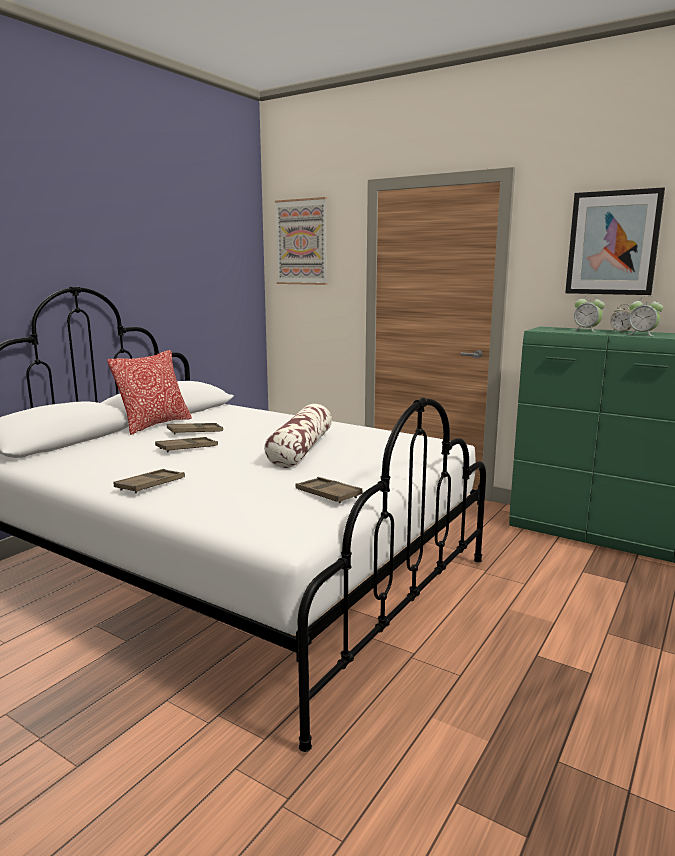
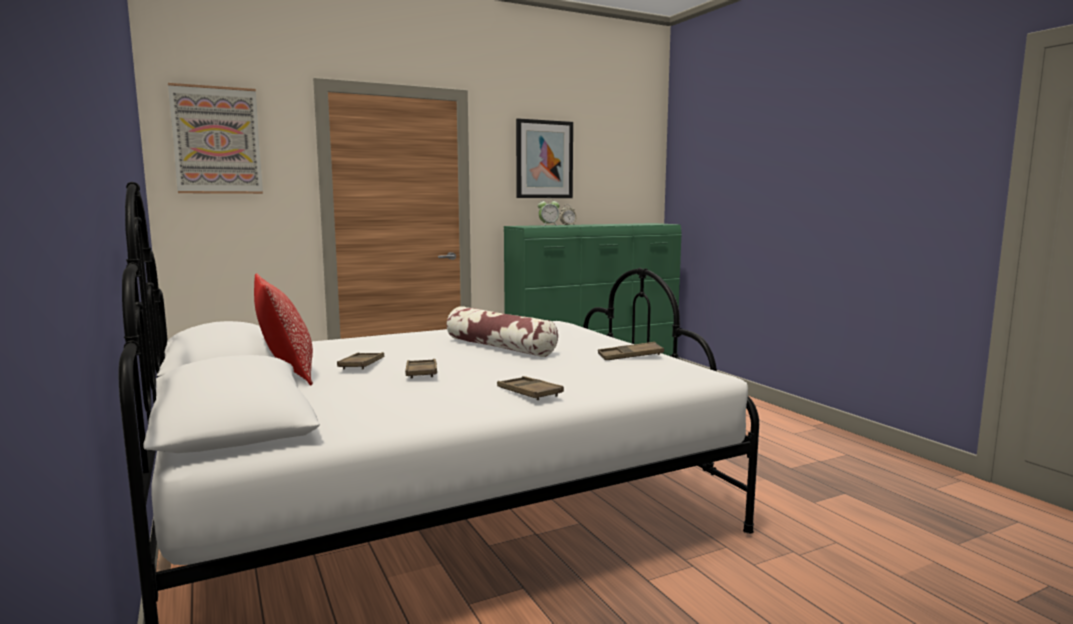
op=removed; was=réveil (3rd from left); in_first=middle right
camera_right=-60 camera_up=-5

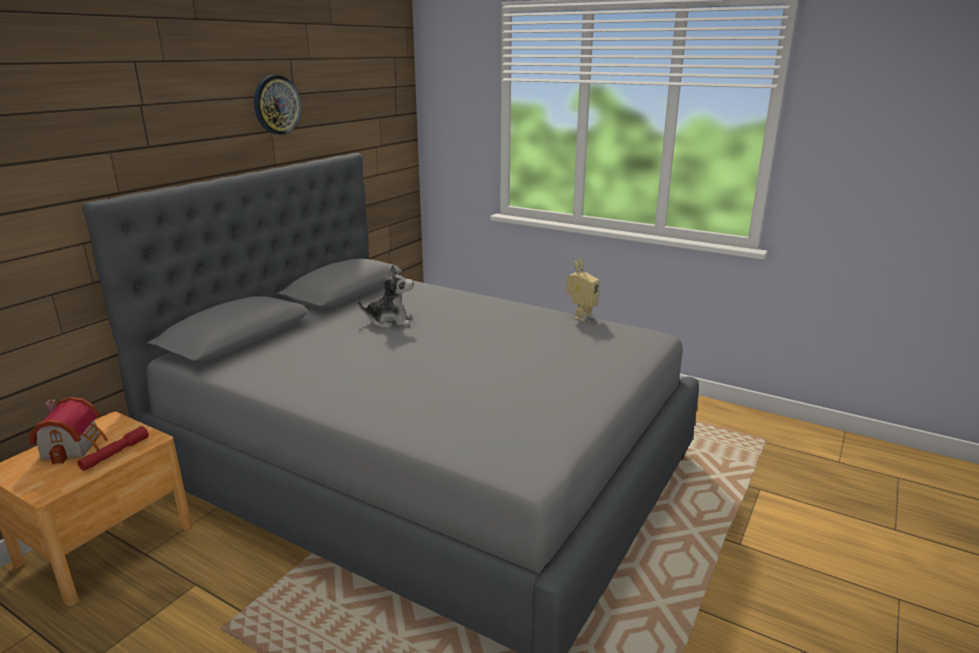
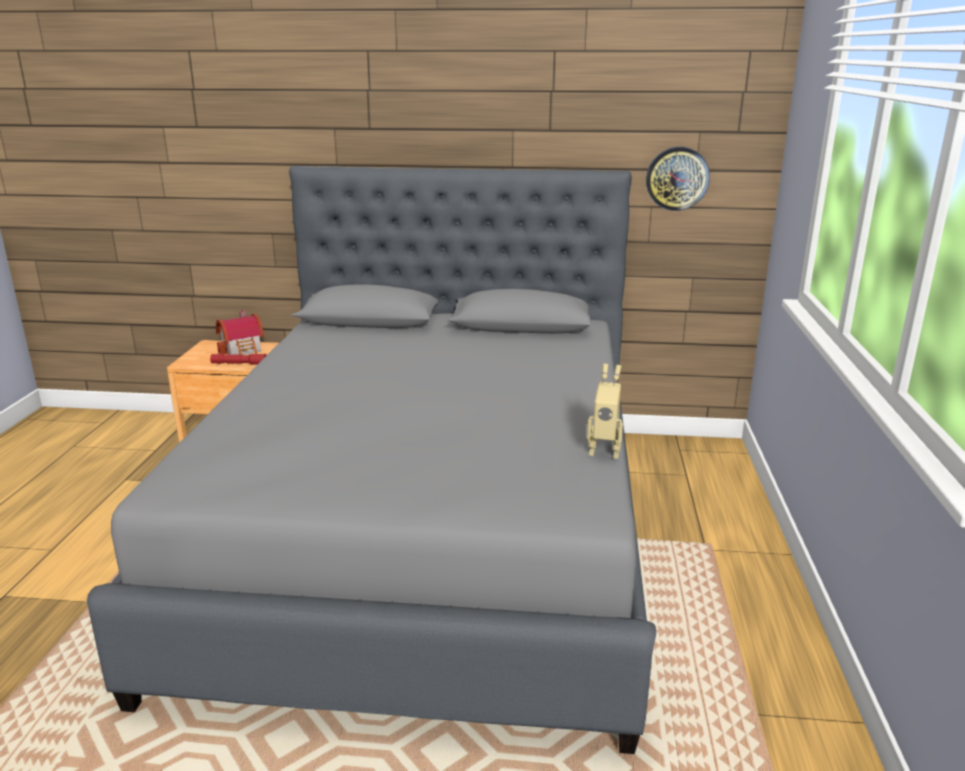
op=moved; was=horloge murale; in_first=top left; in_second=top right
op=removed; was=peluche; in_first=centre
camera_right=65 camera_up=0

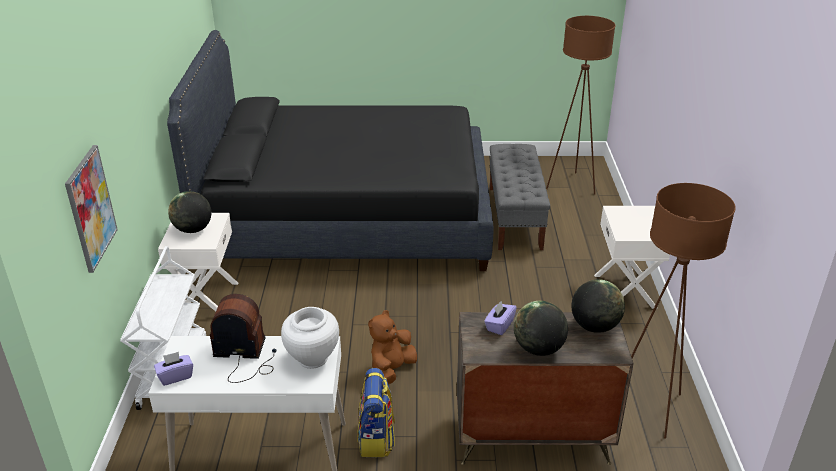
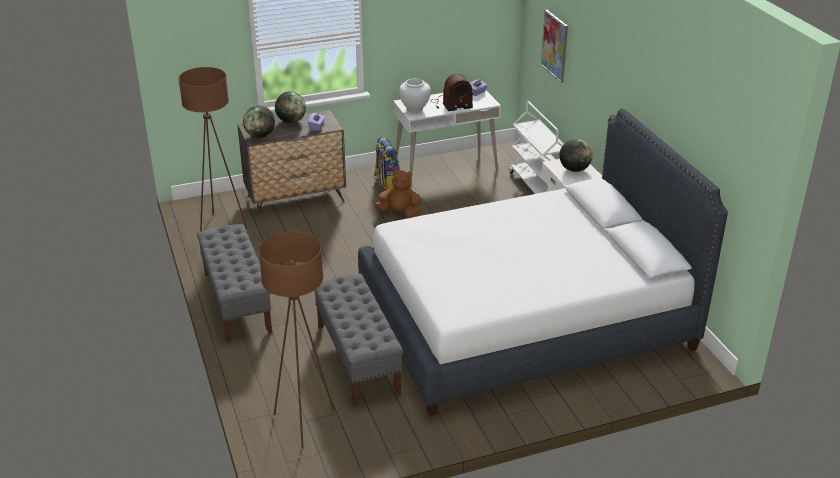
op=recoloured; was=lit (noir); now=lit (blanc); in_first=top centre; in_second=centre
op=turned; was=peluche (marron); in_first=bottom centre; in_second=centre; clockwise=-90
op=replaced; was=table de chevet (blanc) (2nd from left); now=banc (gris) (1st from left); in_first=middle right; in_second=middle left
camera_right=160 camera_up=0

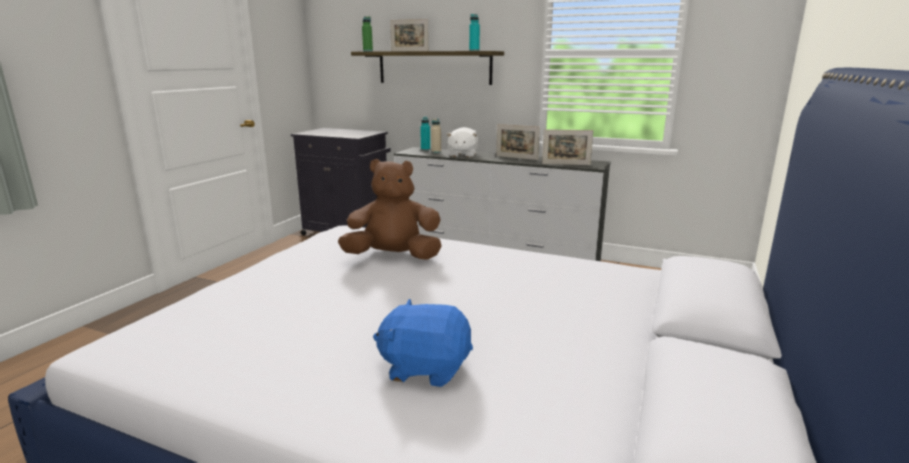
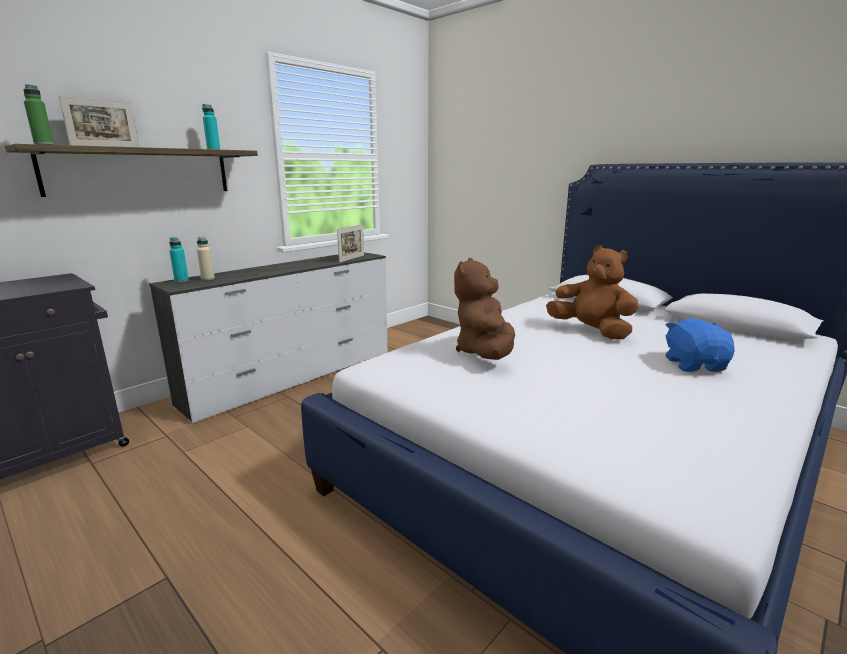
op=turned; was=peluche (bleu); in_first=bottom centre; in_second=middle right; clockwise=150
op=removed; was=peluche (blanc); in_first=top centre
op=removed; was=cadre photo (2nd from left); in_first=top centre
op=added; now=peluche (marron) (2nd from left); in_second=middle right
camera_right=-70 camera_up=0

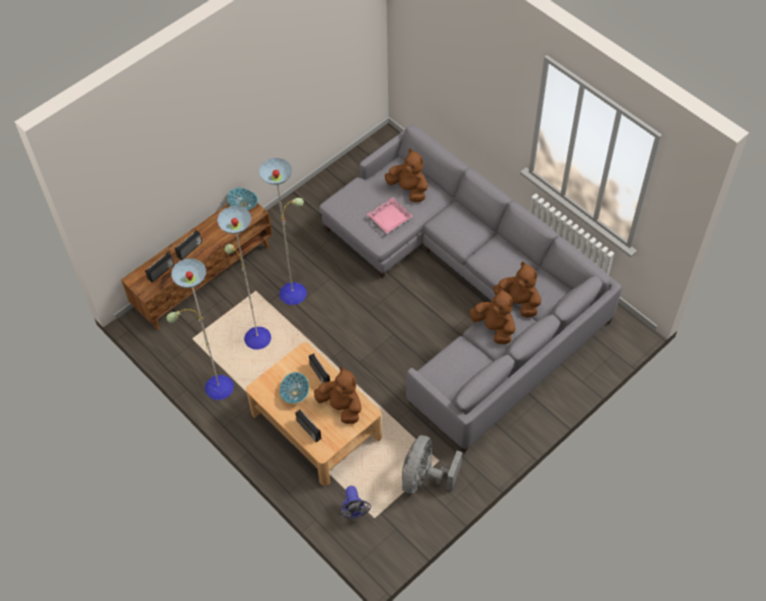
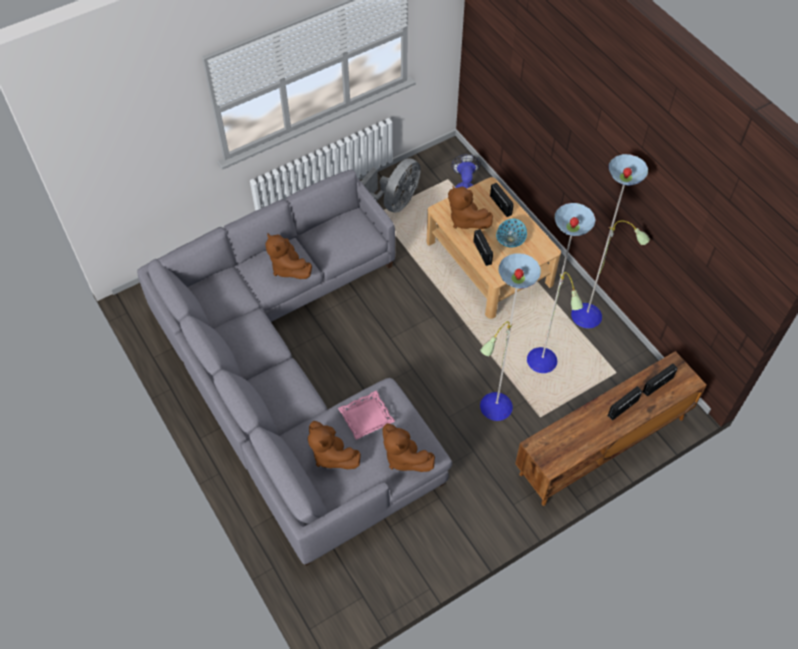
op=removed; was=bol (1st from left); in_first=top left
op=moved; was=peluche (marron) (4th from left in the first image); now=peluche (marron) (3rd from left); in_first=middle right; in_second=bottom centre
camera_right=-170 camera_up=0

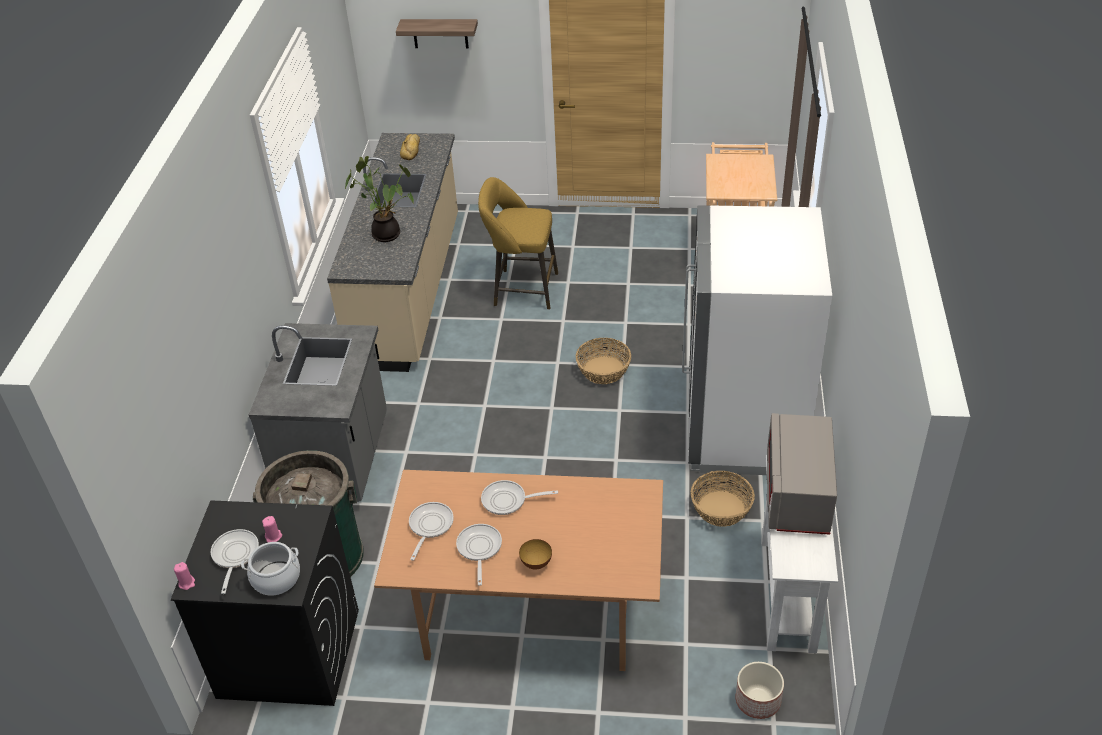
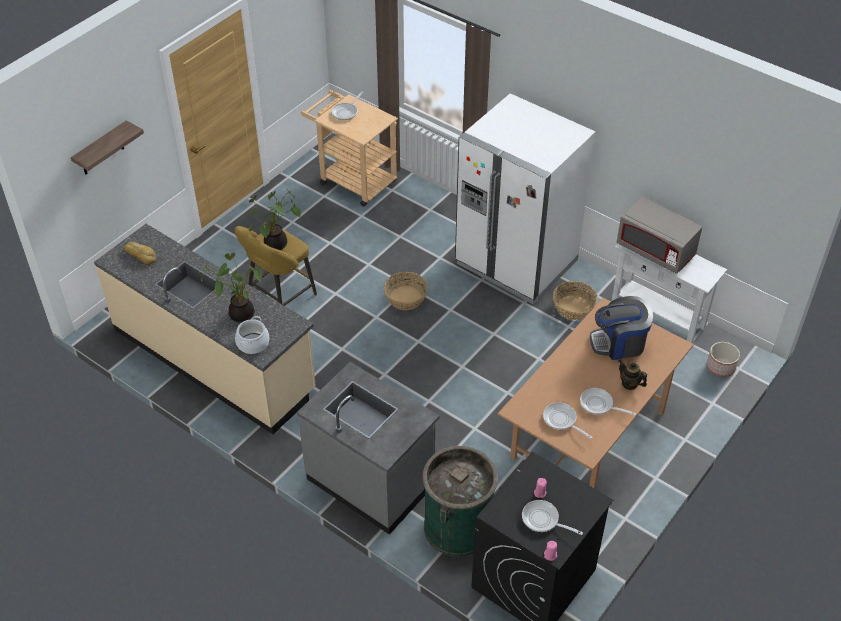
op=moved; was=marmite; in_first=bottom left; in_second=middle left
op=moved; was=poêle (4th from left in the first image); now=poêle (1st from left); in_first=bottom centre; in_second=top centre
op=replaced; was=bol; now=théière; in_first=bottom centre; in_second=middle right
op=added; now=plante en pot (2nd from left); in_second=middle left
op=added; now=machine à café; in_second=middle right
camera_right=-60 camera_up=5

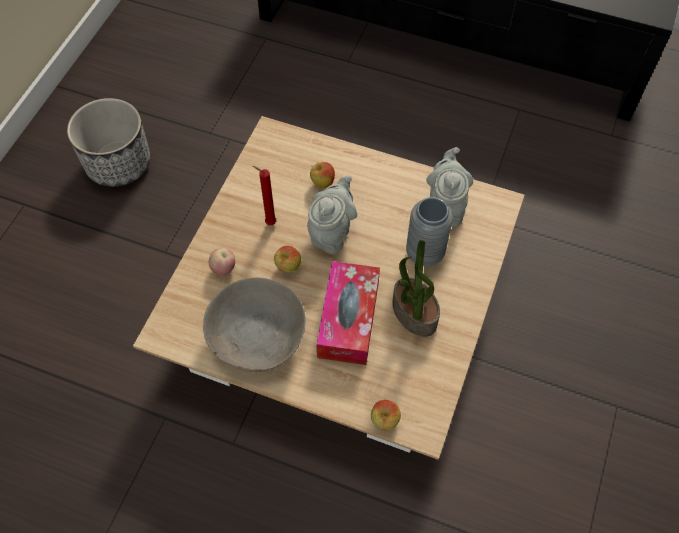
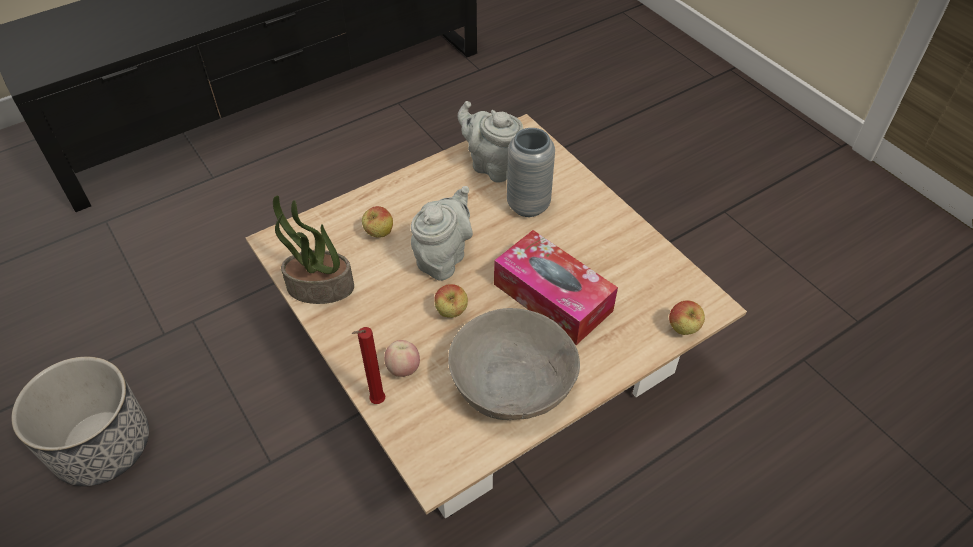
op=moved; was=bougie (rouge); in_first=centre; in_second=bottom centre
op=turned; was=théière (gris) (1st from left); in_first=centre; in_second=centre; clockwise=60
op=moved; was=plante en pot; in_first=centre; in_second=middle left
camera_right=-55 camera_up=-10

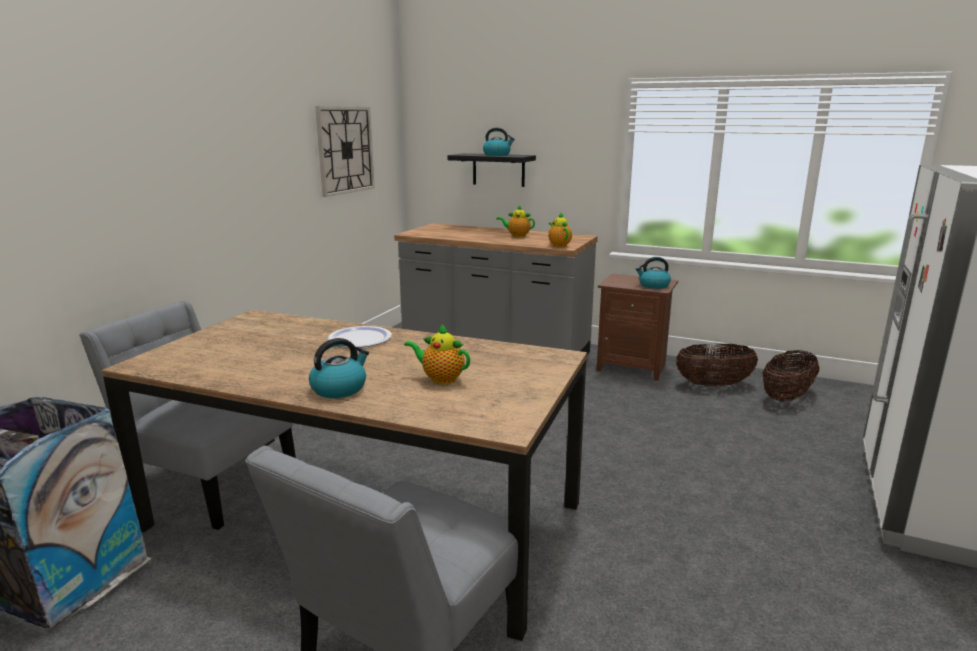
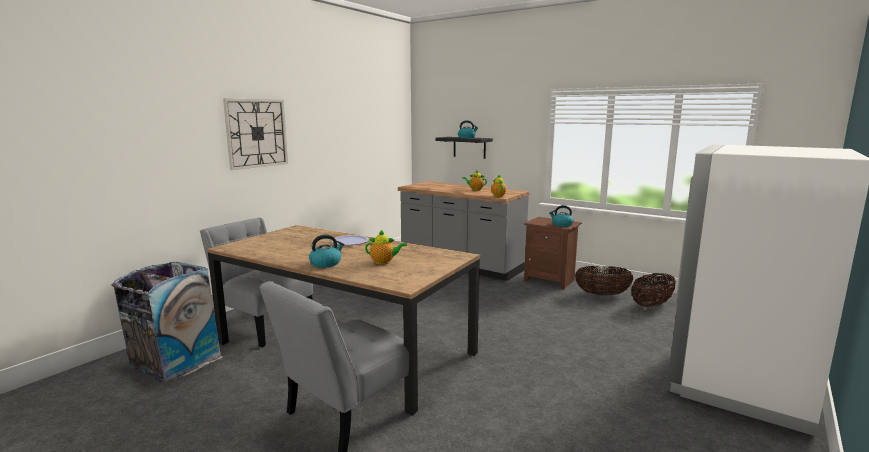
op=moved; was=horloge murale; in_first=top centre; in_second=top left
op=turned; was=théière (1st from left); in_first=centre; in_second=centre; clockwise=150
camera_right=10 camera_up=-5

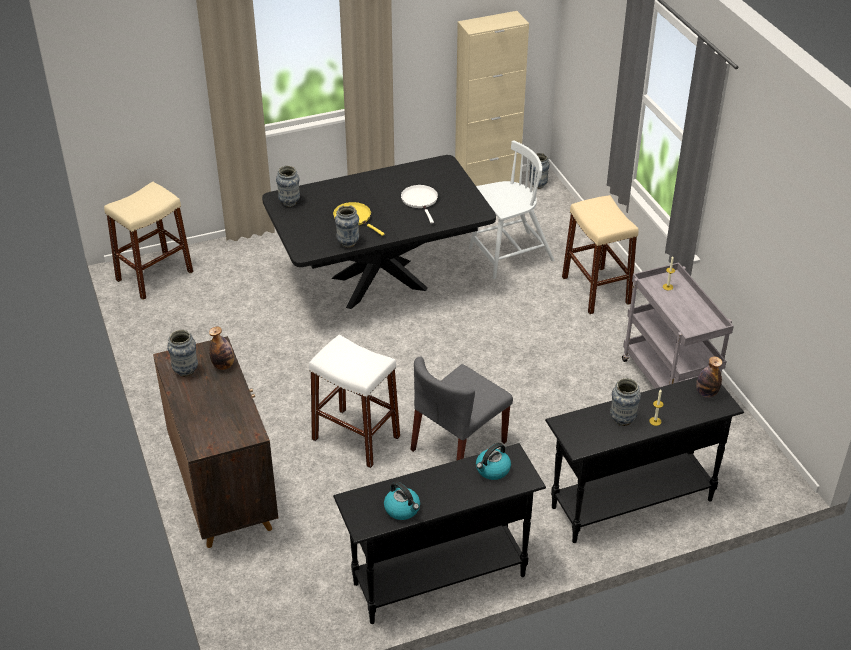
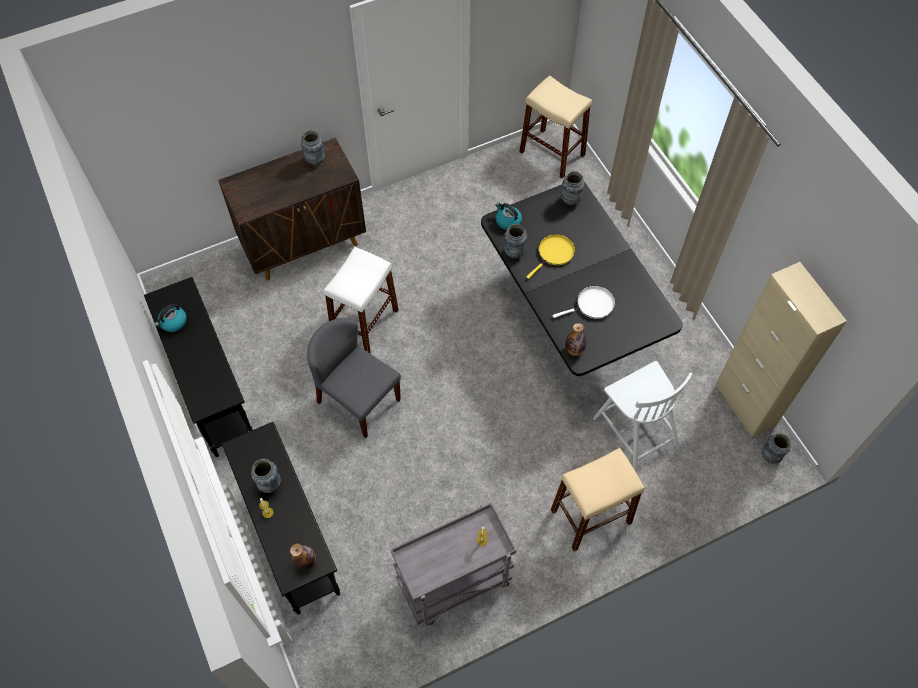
op=moved; was=bouteille (1st from left in the first image); now=bouteille (2nd from left); in_first=middle left; in_second=centre
op=moved; was=bouilloire (2nd from left); in_first=bottom centre; in_second=top centre
camera_right=85 camera_up=20

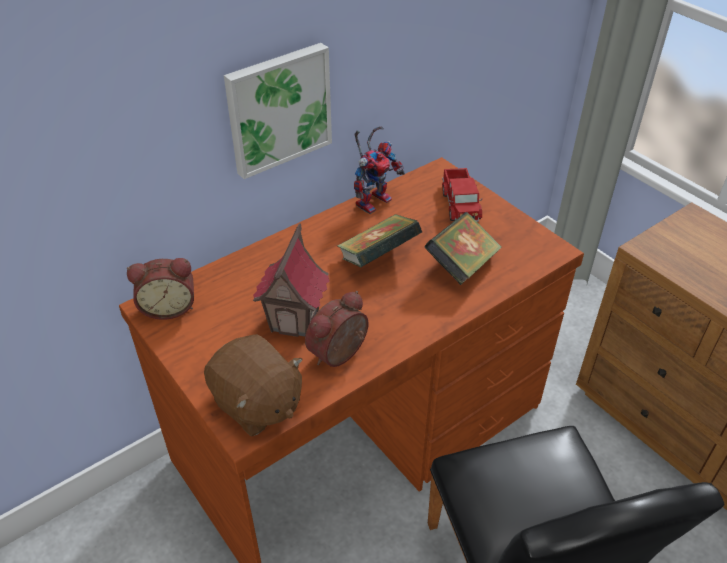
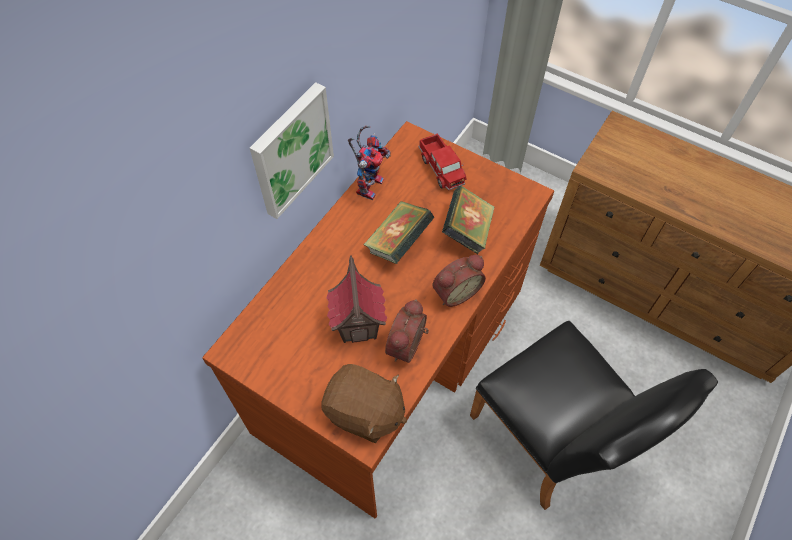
op=moved; was=réveil (1st from left in the first image); now=réveil (2nd from left); in_first=middle left; in_second=centre
camera_right=-20 camera_up=15

